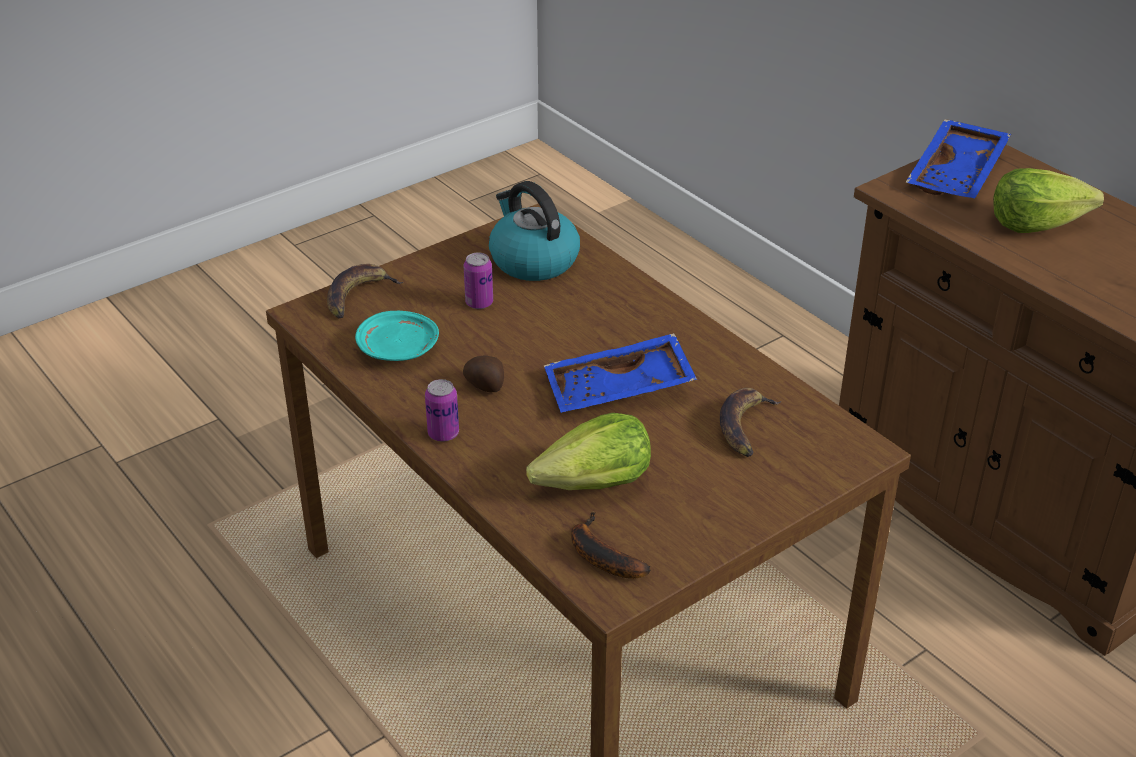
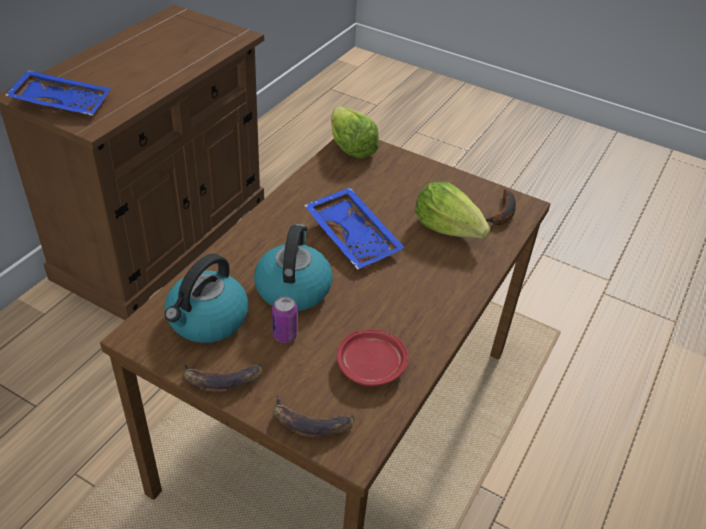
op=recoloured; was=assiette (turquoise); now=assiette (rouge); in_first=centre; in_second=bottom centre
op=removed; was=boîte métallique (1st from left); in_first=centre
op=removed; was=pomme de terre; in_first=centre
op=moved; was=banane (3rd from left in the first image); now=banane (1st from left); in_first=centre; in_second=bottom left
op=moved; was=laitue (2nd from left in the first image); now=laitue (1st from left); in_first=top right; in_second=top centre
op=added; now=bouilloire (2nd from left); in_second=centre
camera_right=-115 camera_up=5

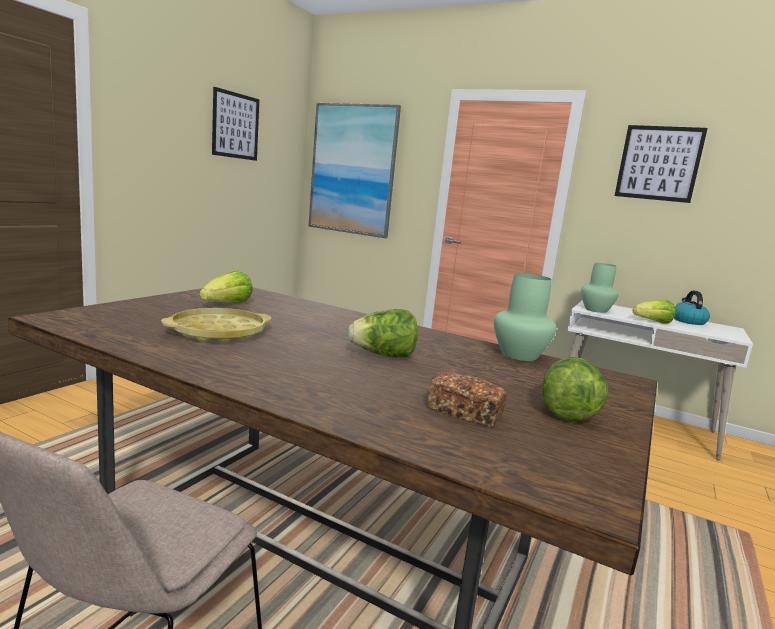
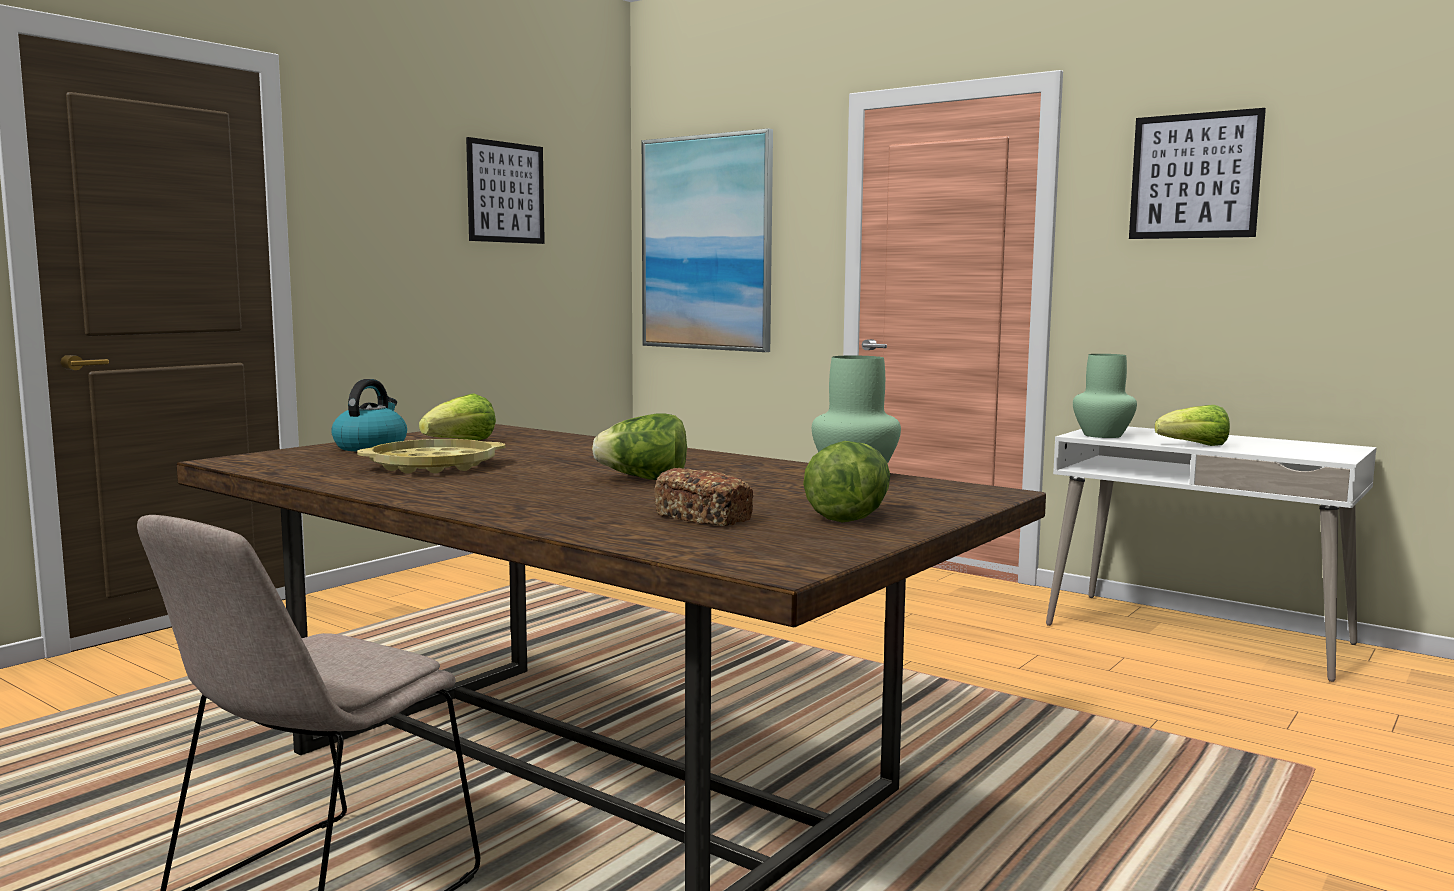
op=moved; was=bouilloire; in_first=middle right; in_second=middle left
camera_right=10 camera_up=-5

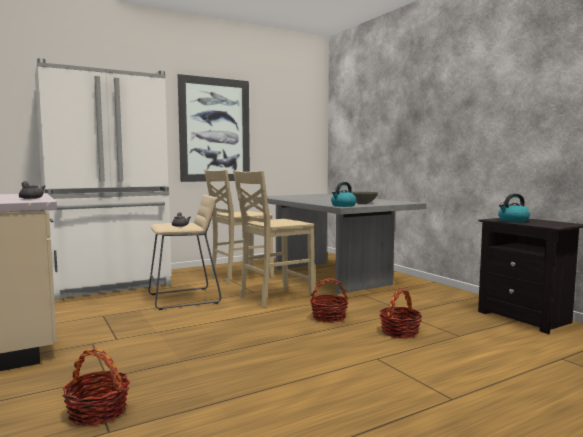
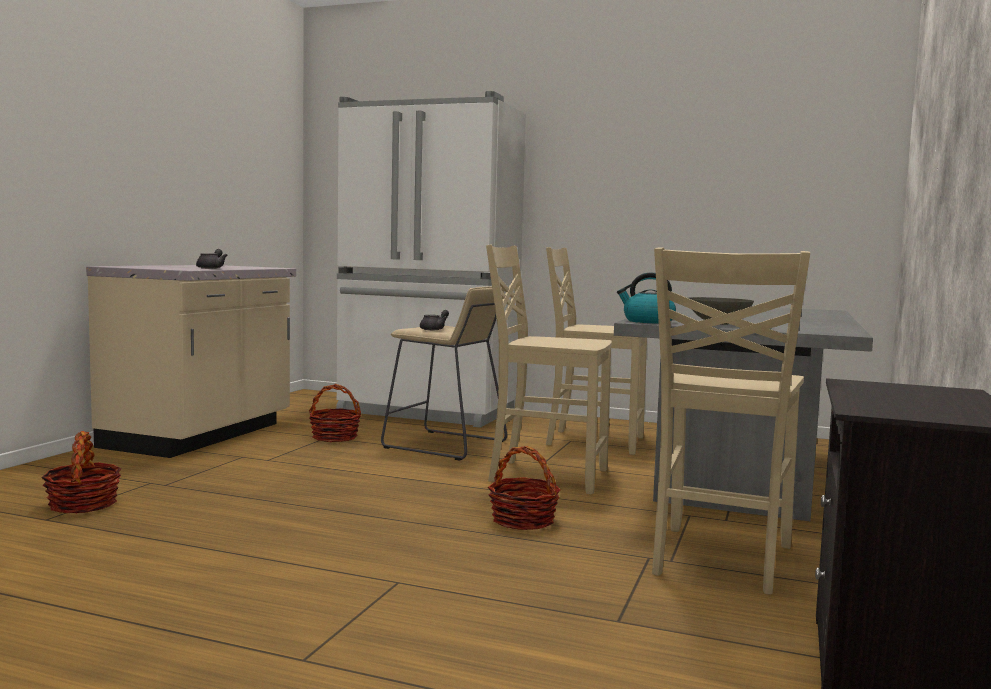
op=removed; was=tableau; in_first=top centre
op=moved; was=panier (3rd from left in the first image); now=panier (2nd from left); in_first=bottom right; in_second=centre
op=removed; was=bouilloire (2nd from left); in_first=middle right
op=added; now=chaise (beige) (3rd from left); in_second=middle right
camera_right=50 camera_up=0

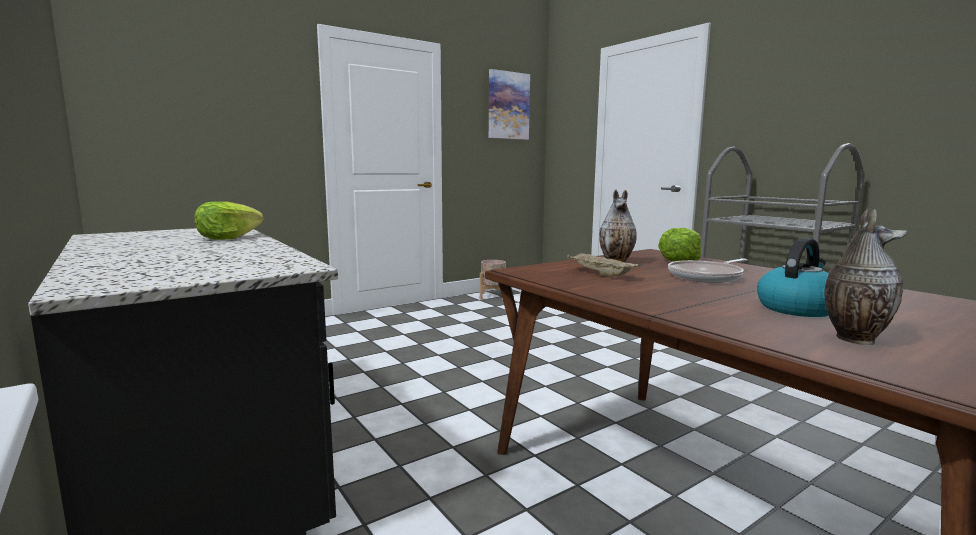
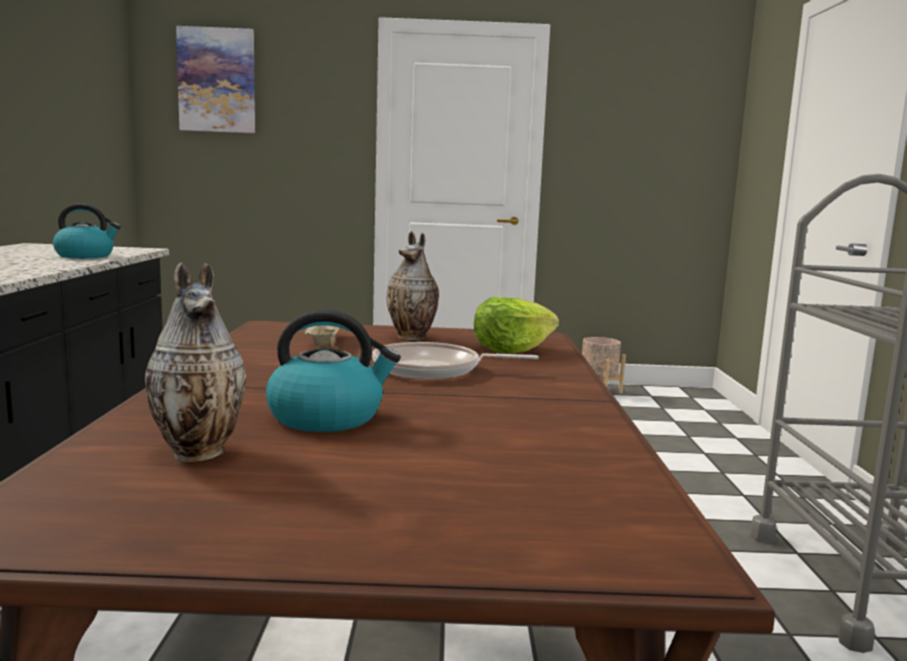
op=replaced; was=laitue (1st from left); now=bouilloire (1st from left); in_first=middle left; in_second=middle left
op=moved; was=tableau; in_first=top centre; in_second=top left
camera_right=35 camera_up=0

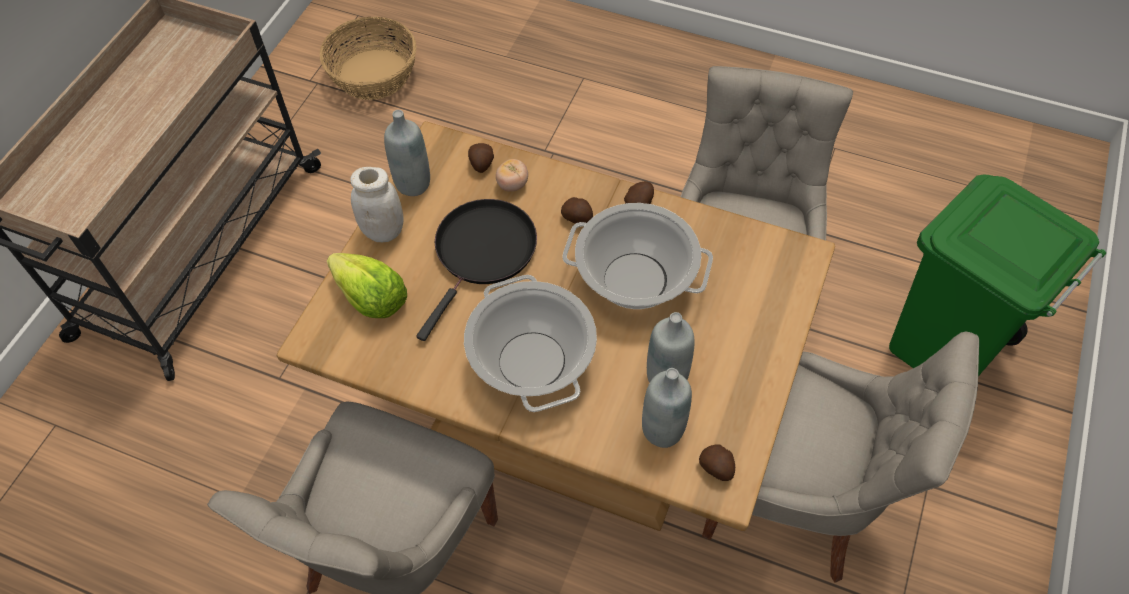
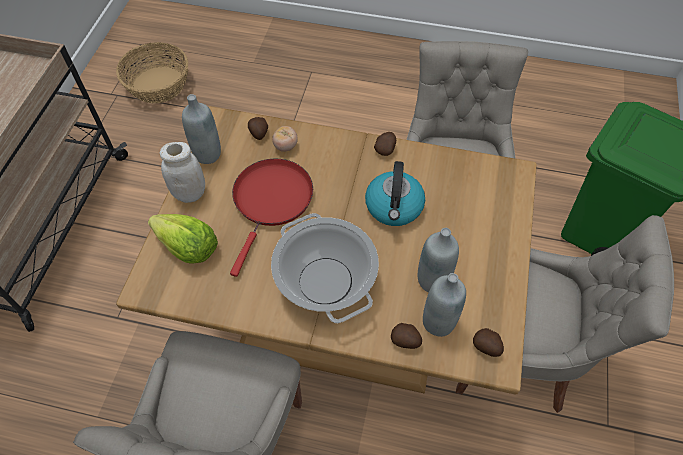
op=recoloured; was=poêle (noir); now=poêle (rouge); in_first=centre; in_second=centre
op=moved; was=pomme de terre (2nd from left in the first image); now=pomme de terre (3rd from left); in_first=centre; in_second=bottom centre
op=replaced; was=marmite (2nd from left); now=bouilloire; in_first=centre; in_second=centre
camera_right=-10 camera_up=0

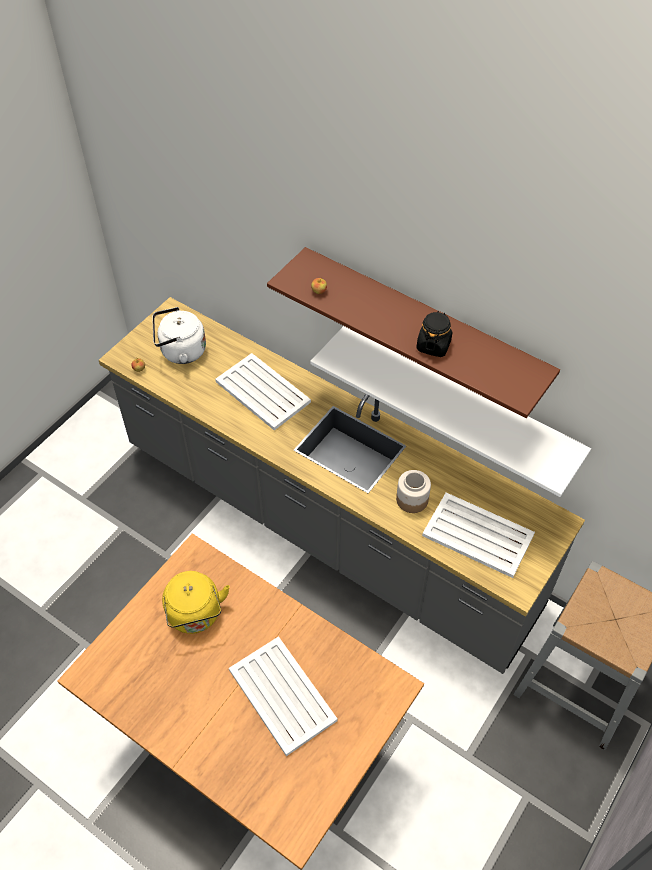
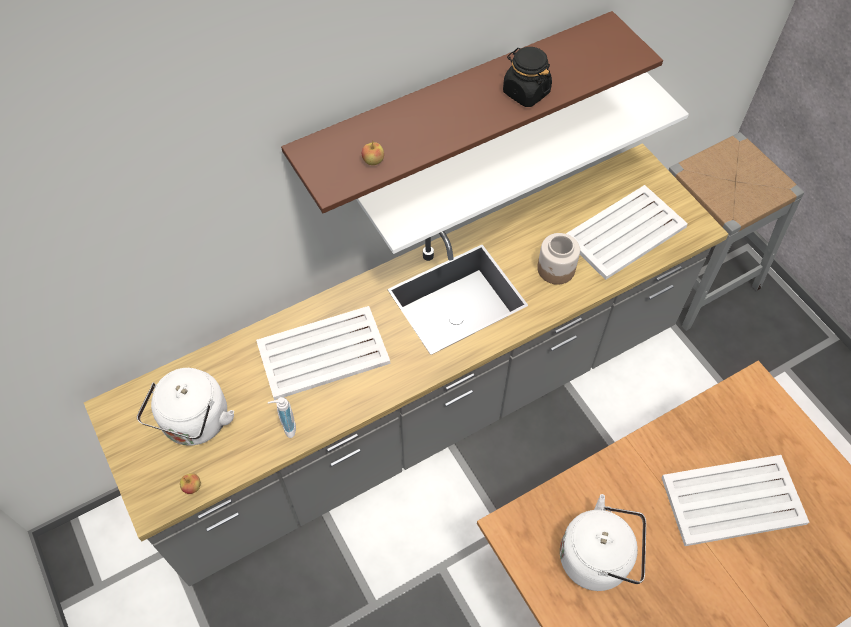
op=recoloured; was=bouilloire (jaune); now=bouilloire (blanc) (2nd from left); in_first=bottom left; in_second=bottom right
op=added; now=distributeur de savon; in_second=middle left
camera_right=-65 camera_up=5

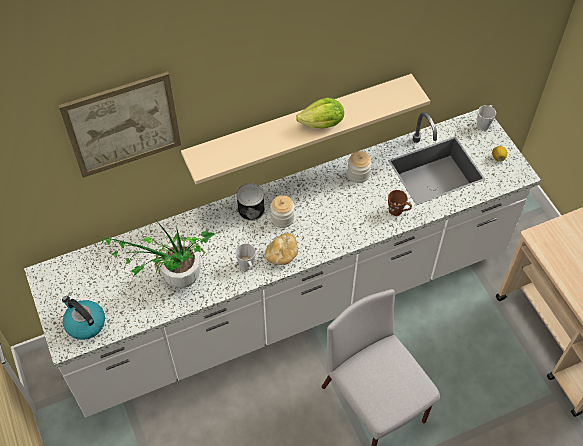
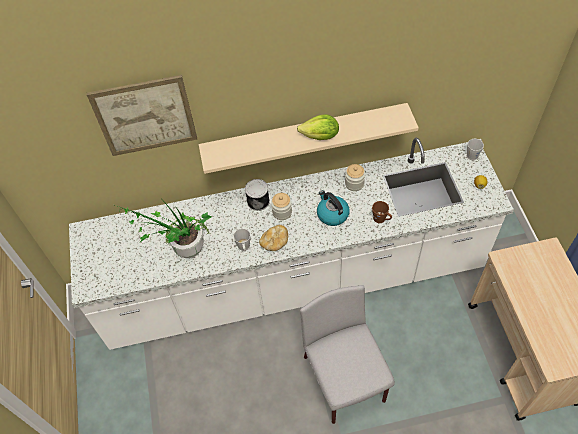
op=moved; was=bouilloire; in_first=bottom left; in_second=centre
camera_right=15 camera_up=0

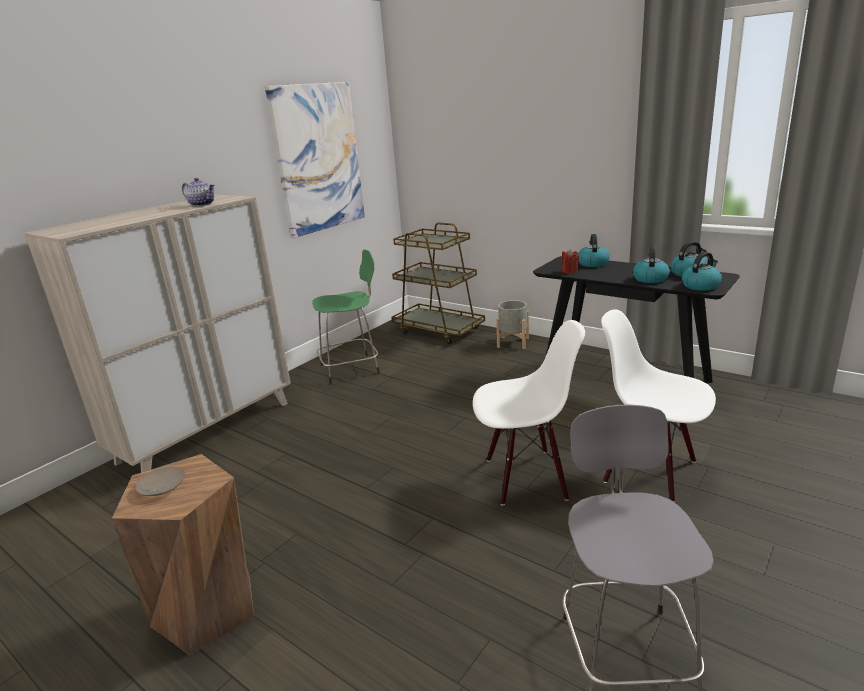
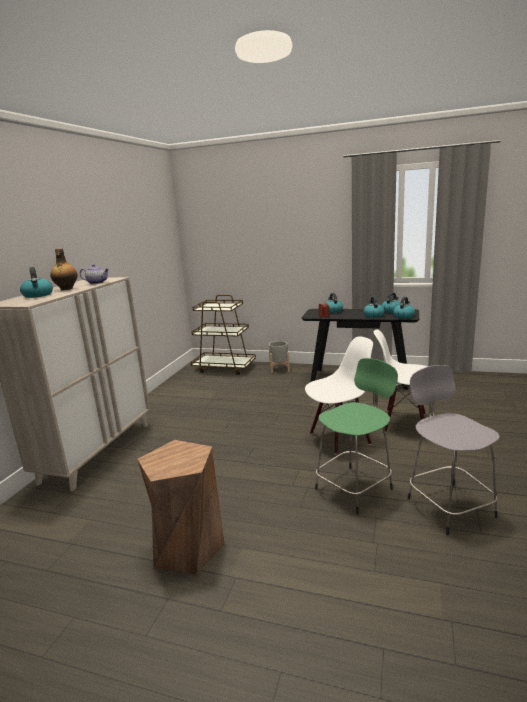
op=removed; was=assiette (beige); in_first=bottom left
op=removed; was=tableau; in_first=top centre
op=moved; was=tabouret (vert); in_first=centre; in_second=middle right
op=added; now=bouilloire (1st from left); in_second=middle left
op=added; now=bouteille; in_second=middle left
camera_right=-20 camera_up=-5

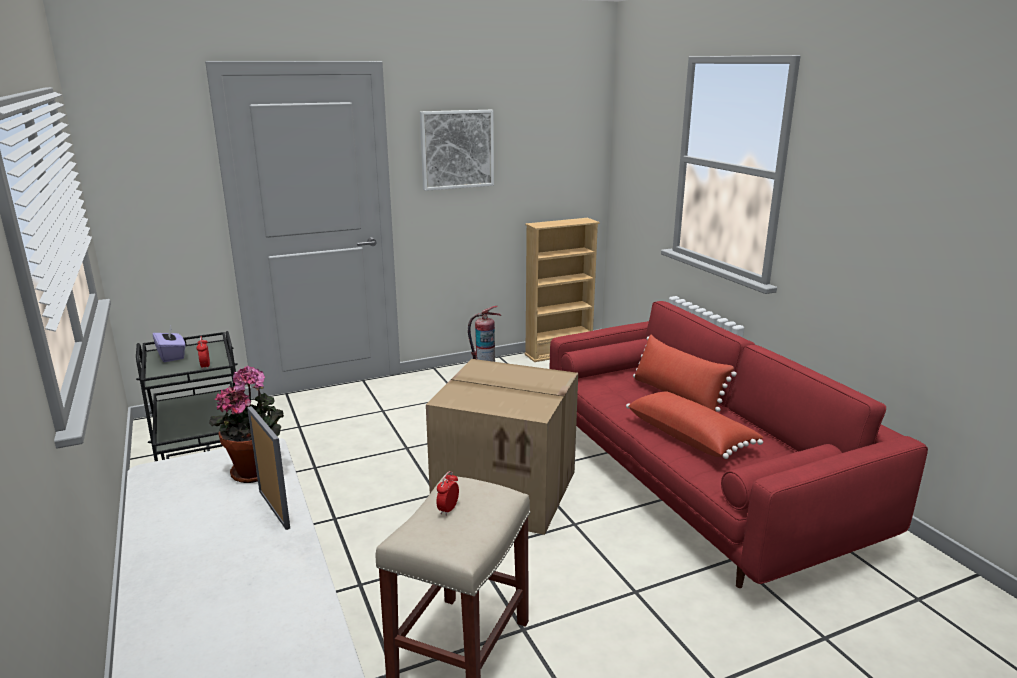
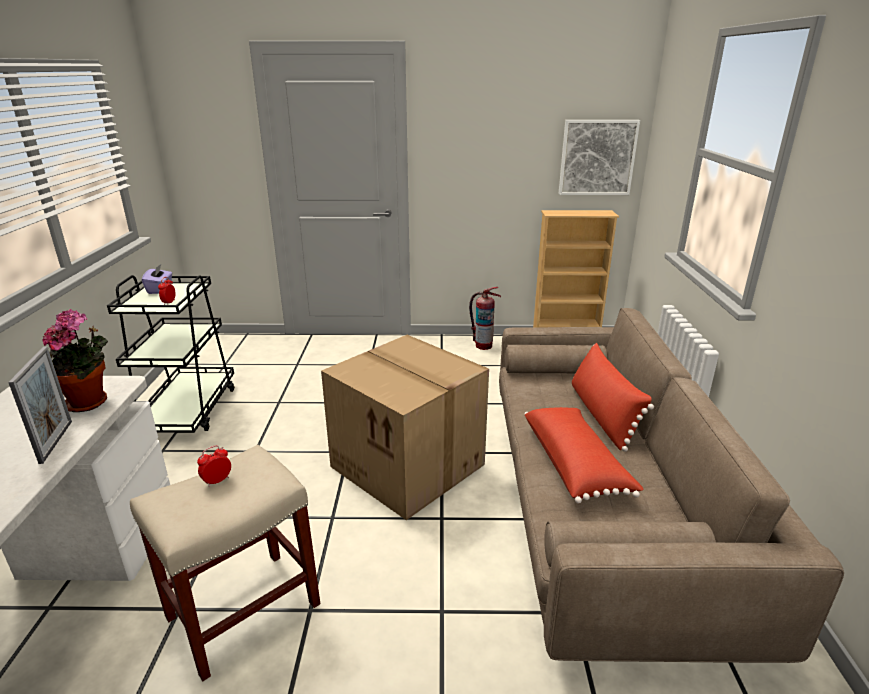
op=moved; was=tableau; in_first=top centre; in_second=top right
op=recoloured; was=canapé (rouge); now=canapé (beige); in_first=middle right; in_second=bottom right
camera_right=25 camera_up=5

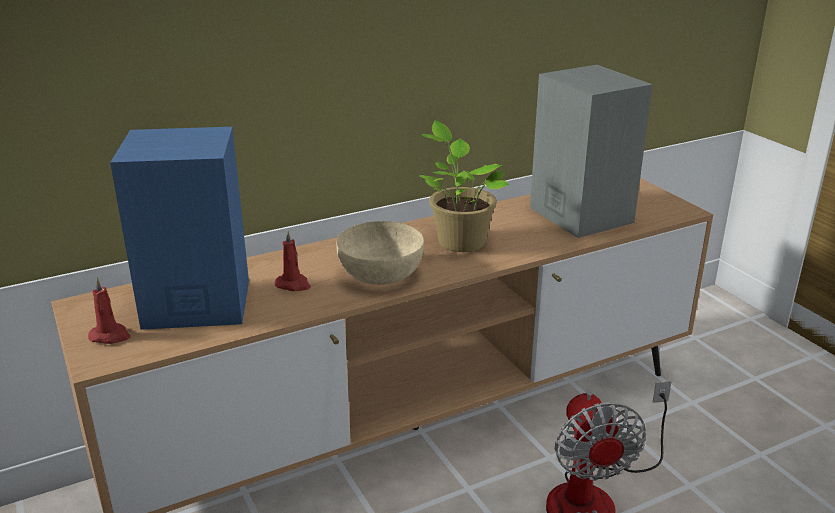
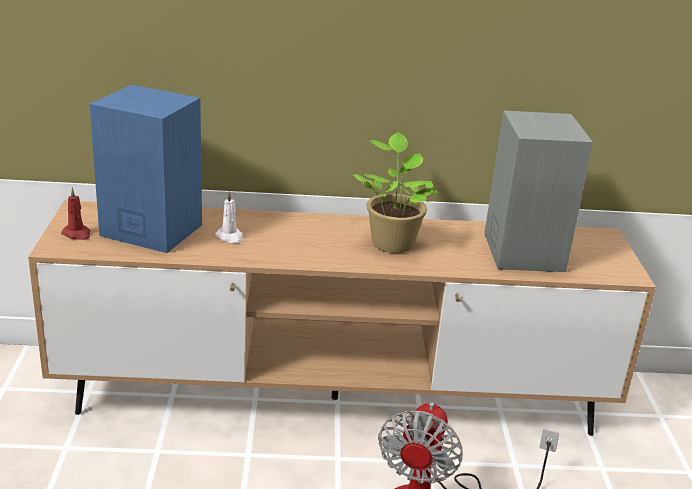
op=recoloured; was=bougie (rouge) (2nd from left); now=bougie (blanc); in_first=centre; in_second=middle left
op=removed; was=bol (beige); in_first=centre
camera_right=25 camera_up=0

